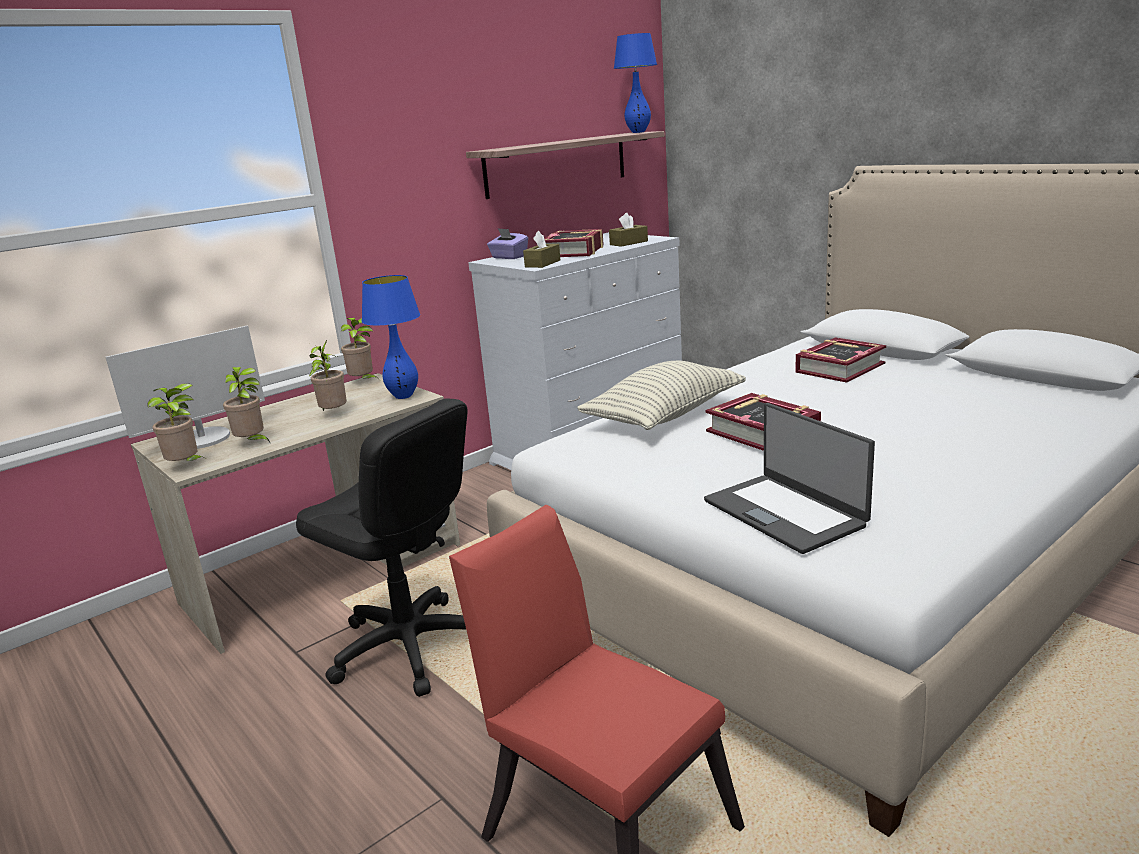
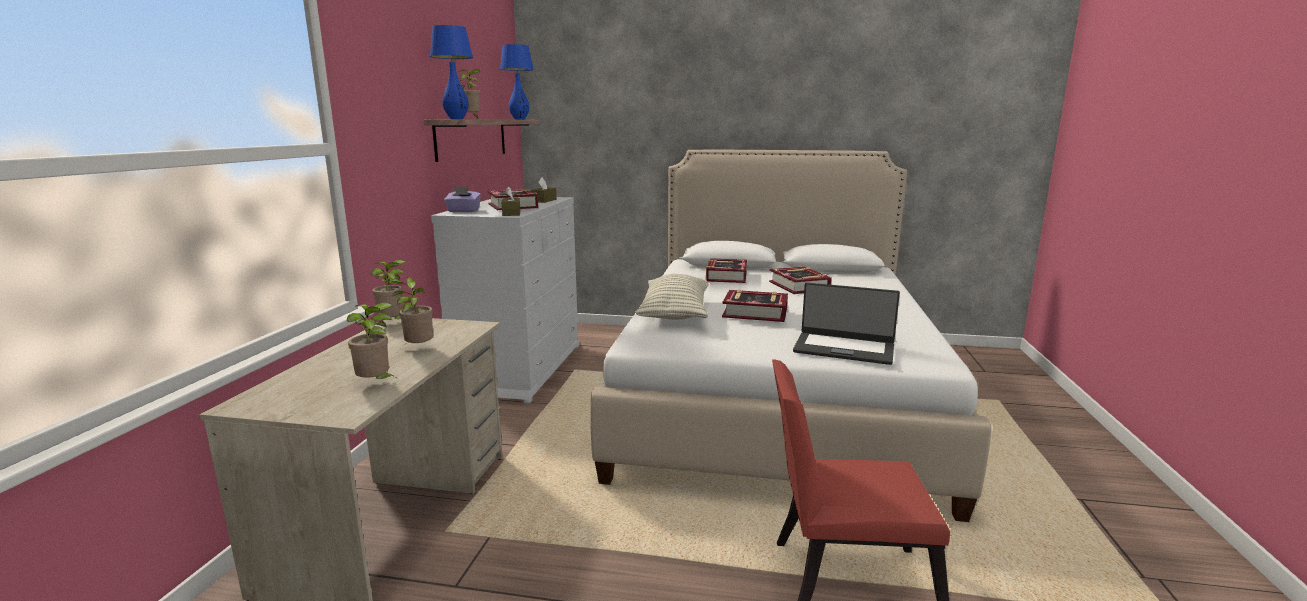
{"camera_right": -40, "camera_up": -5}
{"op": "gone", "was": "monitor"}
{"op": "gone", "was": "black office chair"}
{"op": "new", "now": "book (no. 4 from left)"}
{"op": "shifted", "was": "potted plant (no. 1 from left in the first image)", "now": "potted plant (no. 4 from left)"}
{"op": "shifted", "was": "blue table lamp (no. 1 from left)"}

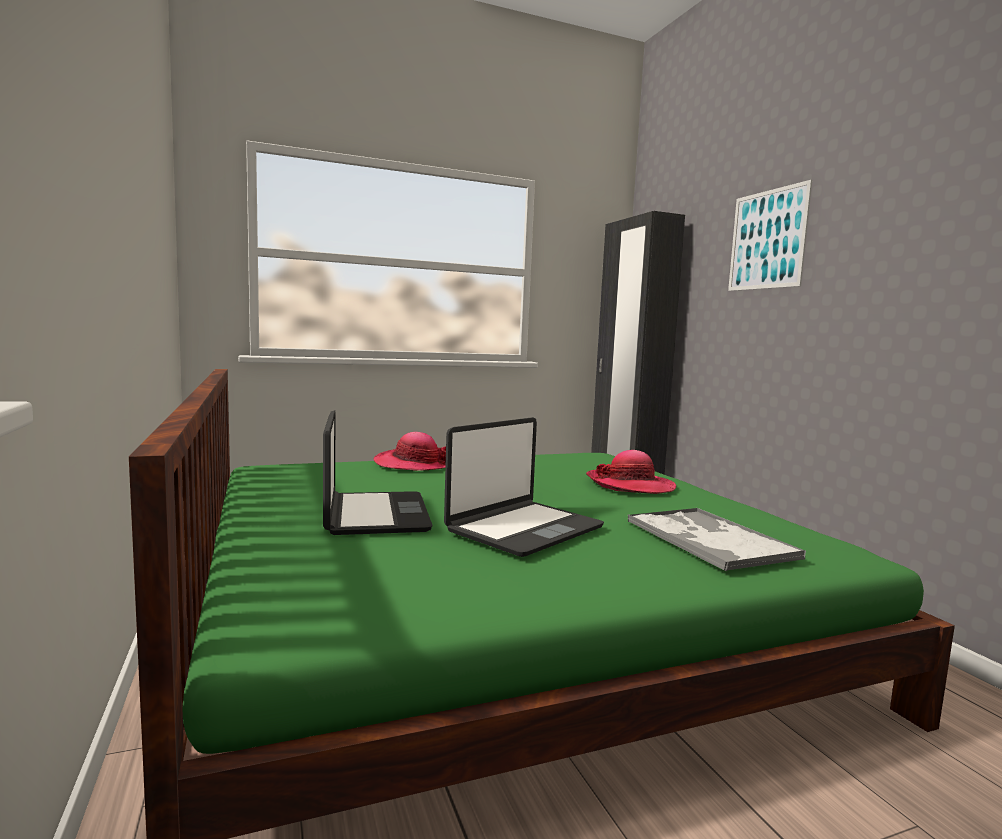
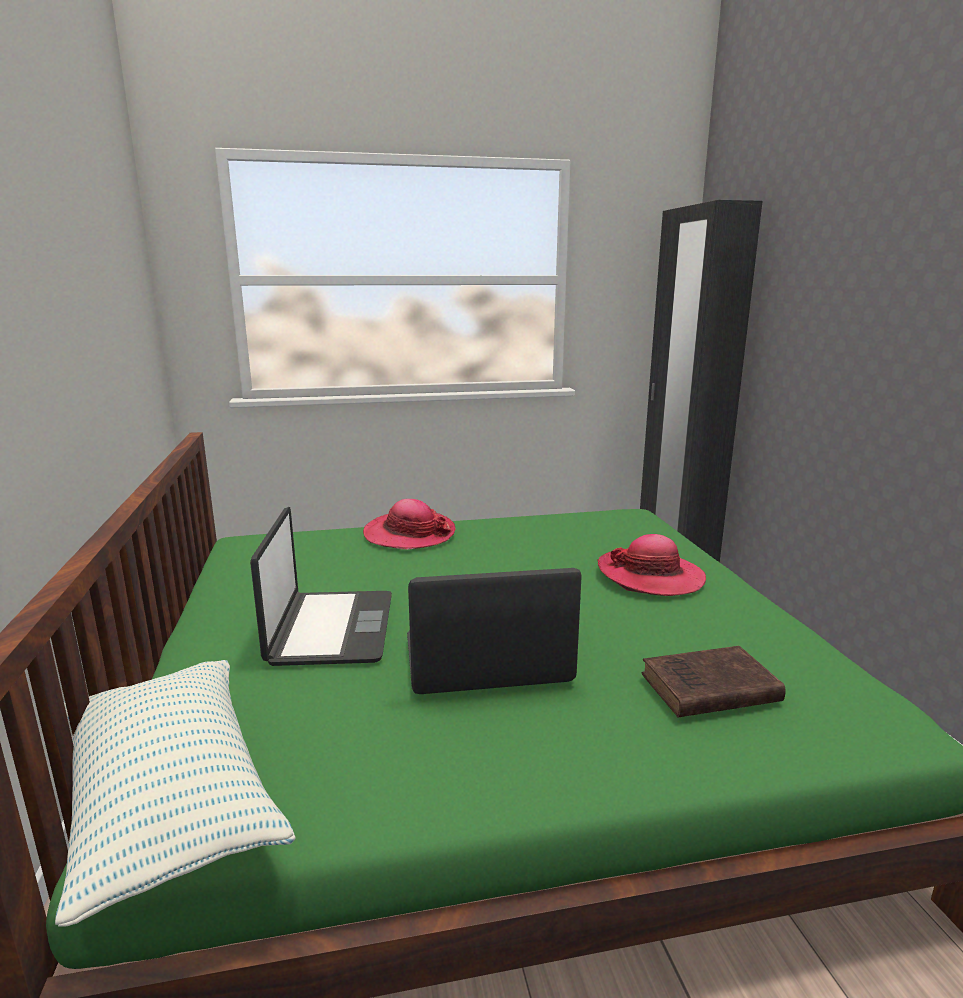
{"camera_right": 10, "camera_up": 10}
{"op": "gone", "was": "picture"}
{"op": "new", "now": "pillow"}
{"op": "swapped", "was": "tray", "now": "brown book"}
{"op": "rotated", "was": "laptop (no. 2 from left)", "clockwise": -150}

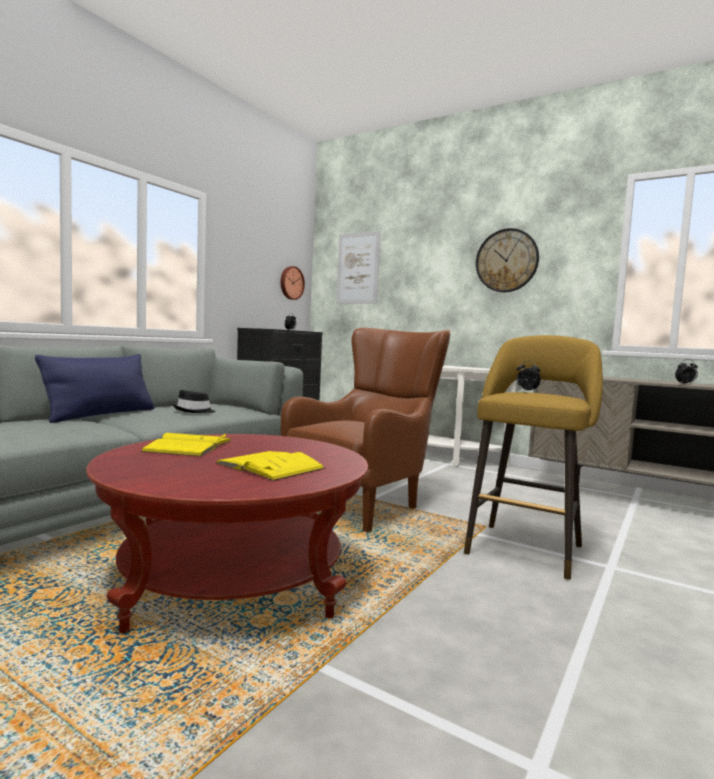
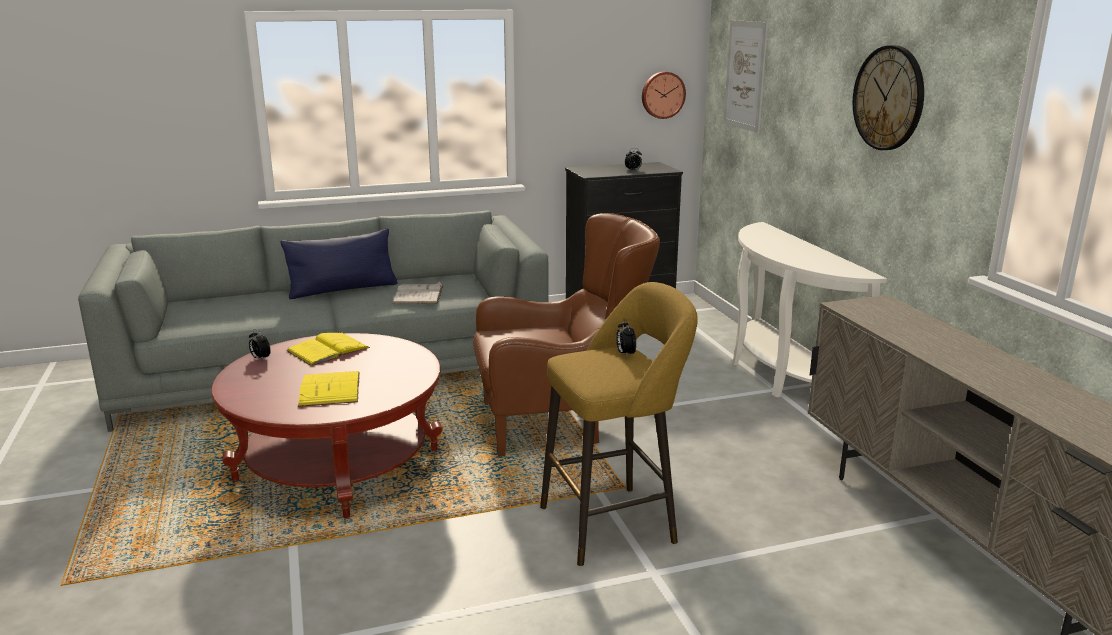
{"camera_right": 40, "camera_up": 15}
{"op": "shifted", "was": "alarm clock (no. 3 from left in the first image)", "now": "alarm clock (no. 1 from left)"}
{"op": "swapped", "was": "black hat", "now": "white book"}

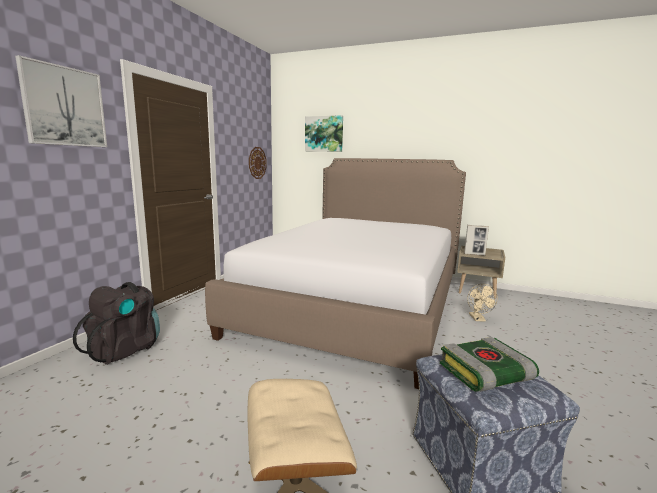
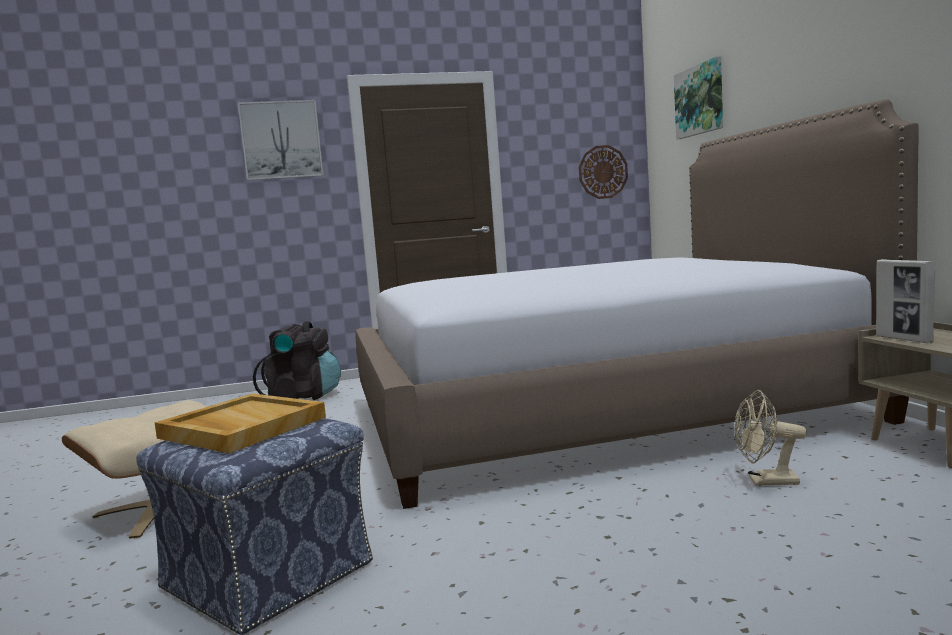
{"camera_right": 55, "camera_up": -5}
{"op": "swapped", "was": "book", "now": "beige tray"}
{"op": "rotated", "was": "beige fan", "clockwise": 45}

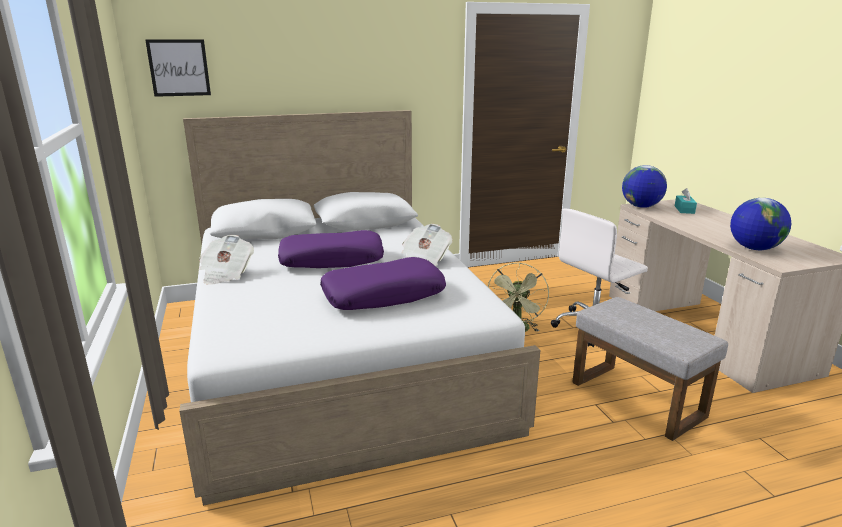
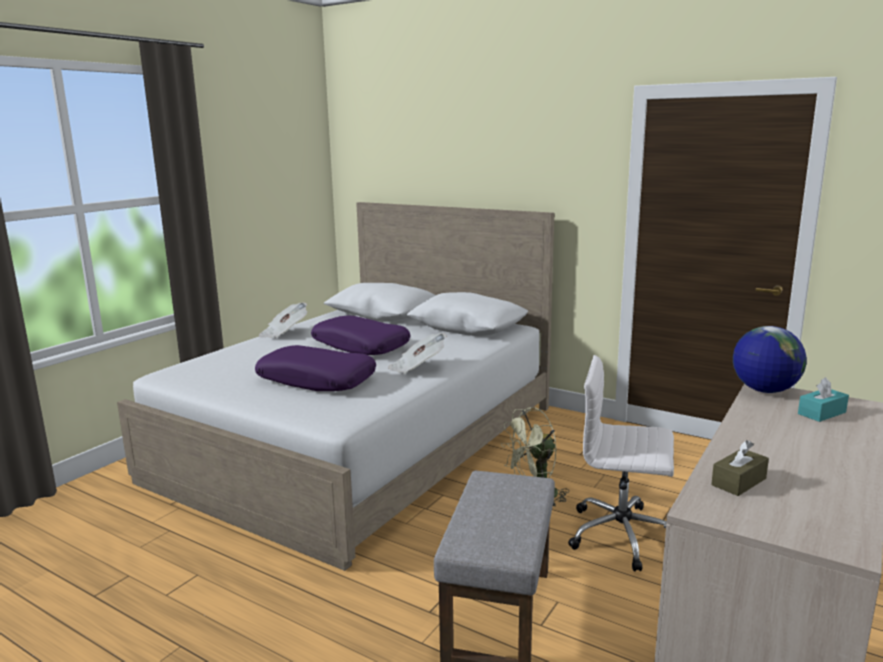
{"camera_right": 50, "camera_up": -5}
{"op": "gone", "was": "picture"}
{"op": "swapped", "was": "globe (no. 2 from left)", "now": "brown tissue box"}

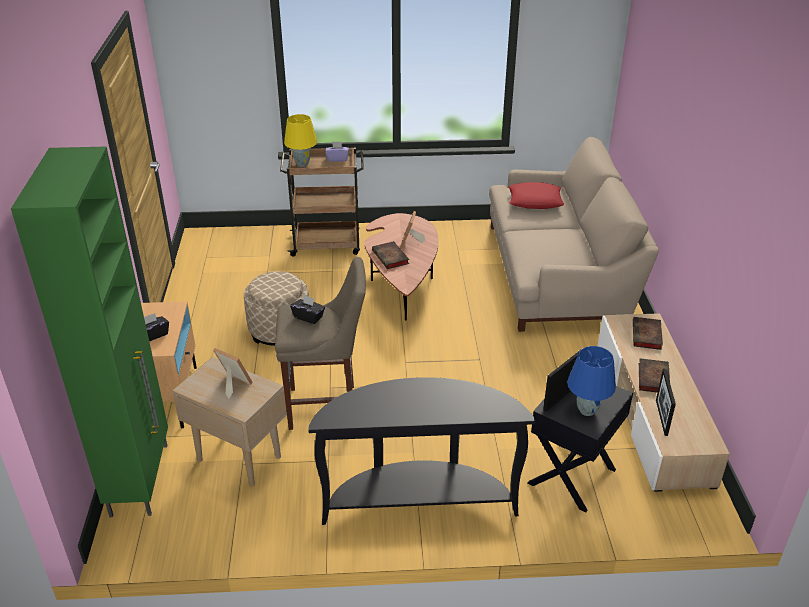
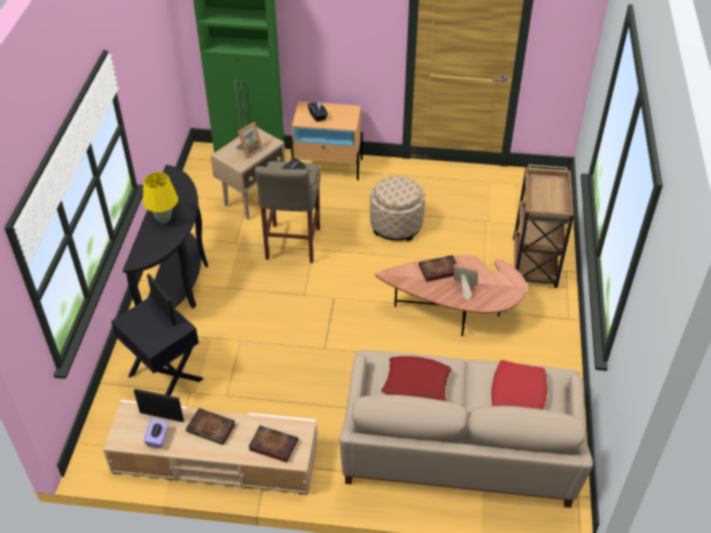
{"camera_right": 100, "camera_up": 10}
{"op": "gone", "was": "blue table lamp"}
{"op": "new", "now": "red pillow (no. 1 from left)"}
{"op": "shifted", "was": "yellow table lamp"}
{"op": "shifted", "was": "purple tissue box"}

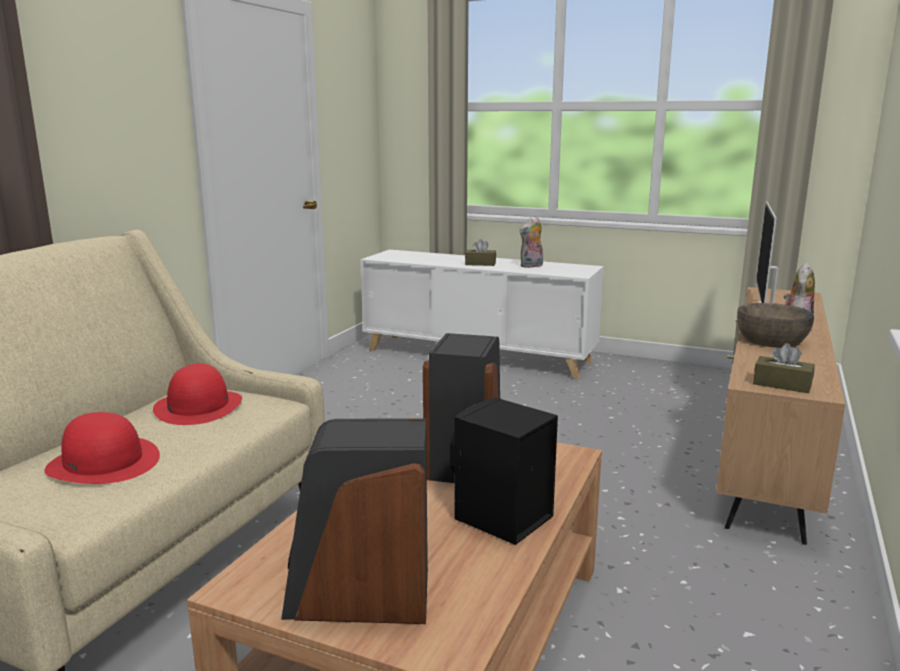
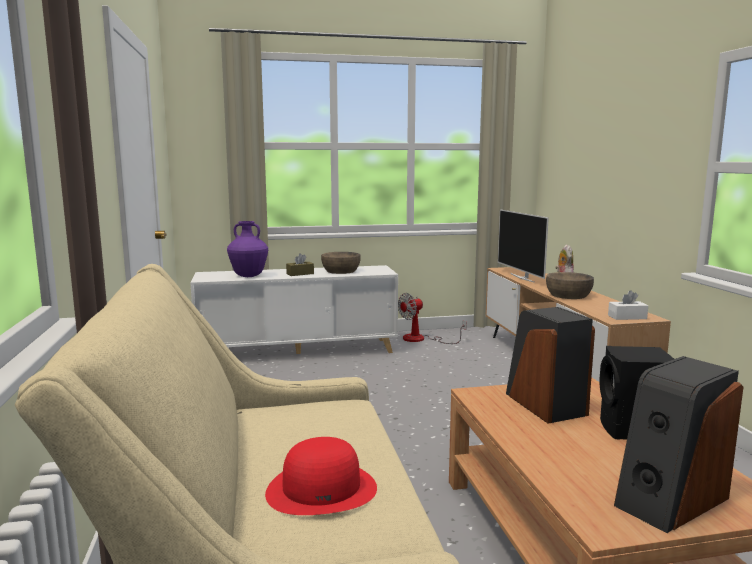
{"camera_right": -35, "camera_up": -5}
{"op": "gone", "was": "red hat (no. 2 from left)"}
{"op": "new", "now": "purple vase"}
{"op": "new", "now": "fan"}
{"op": "swapped", "was": "plush toy (no. 1 from left)", "now": "brown bowl (no. 1 from left)"}
{"op": "repainted", "was": "brown tissue box (no. 2 from left)", "now": "white tissue box"}

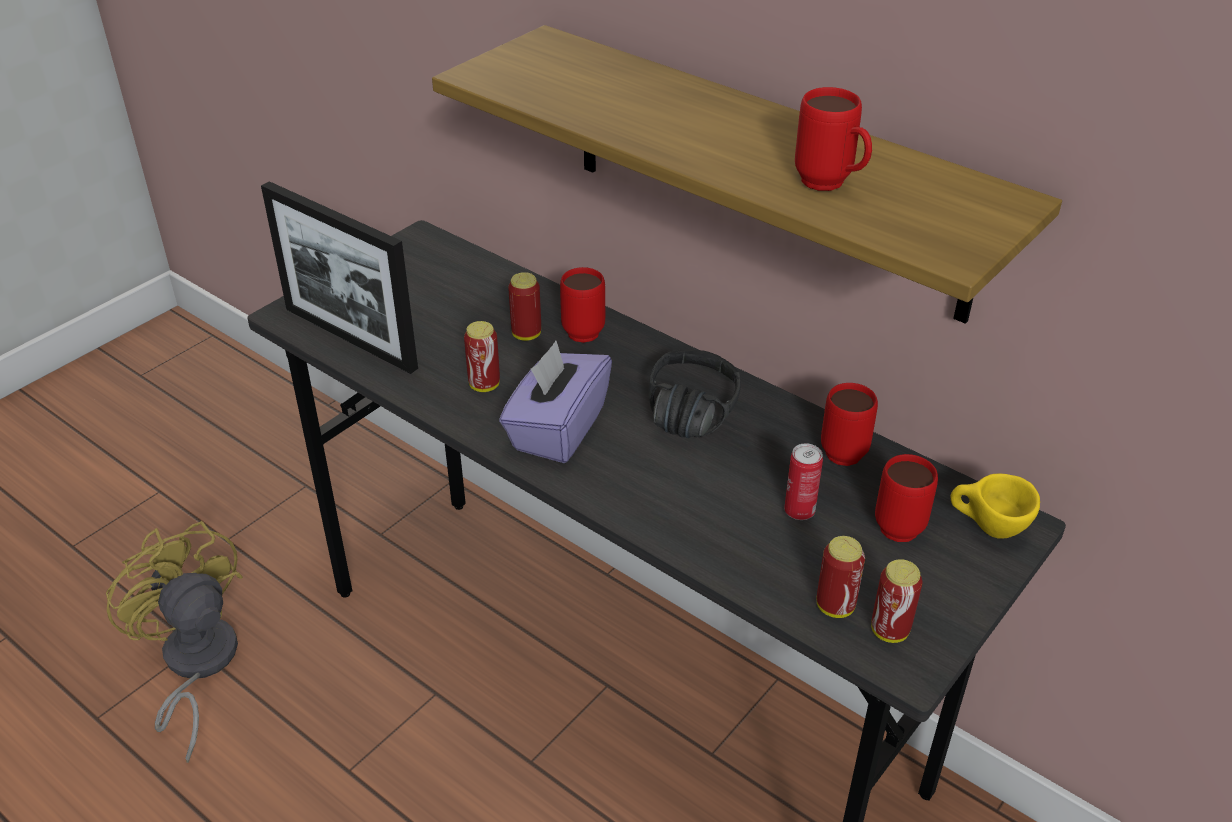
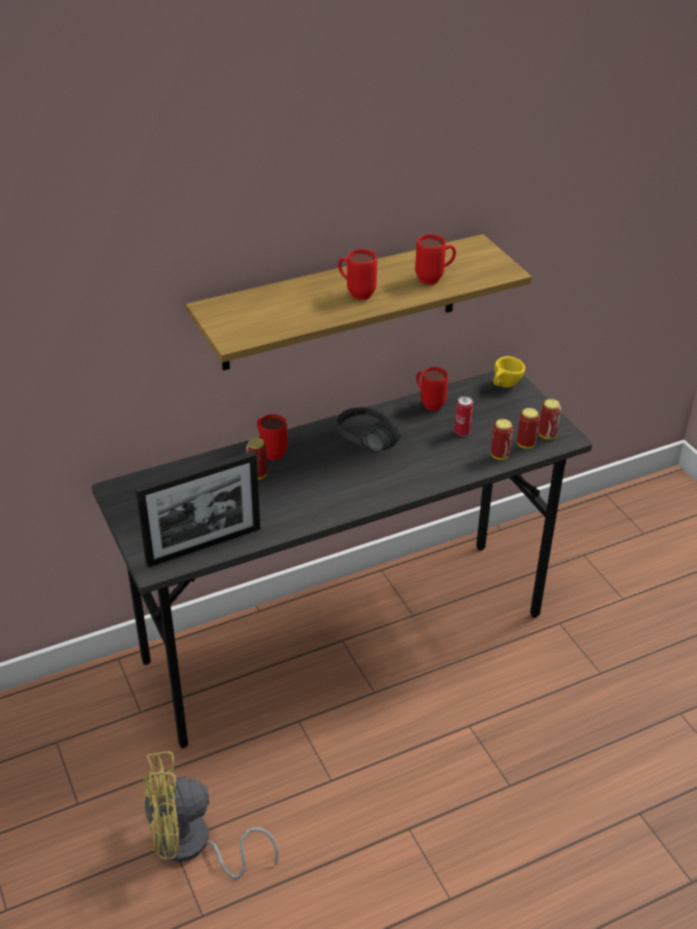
{"camera_right": -65, "camera_up": 0}
{"op": "gone", "was": "purple tissue box"}
{"op": "shifted", "was": "can (no. 1 from left in the first image)", "now": "can (no. 3 from left)"}
{"op": "shifted", "was": "red mug (no. 4 from left in the first image)", "now": "red mug (no. 2 from left)"}

